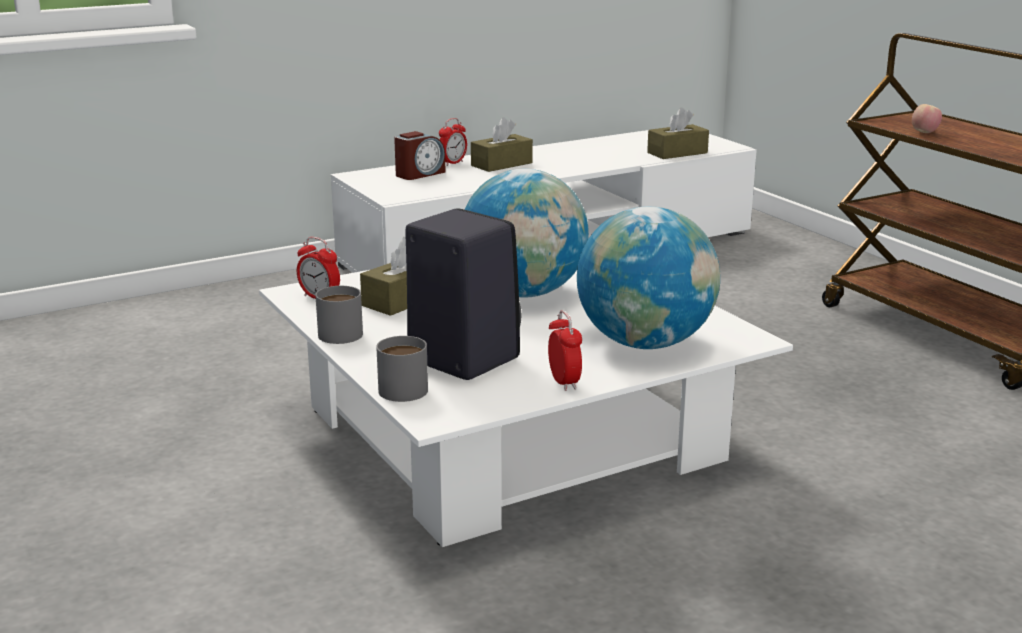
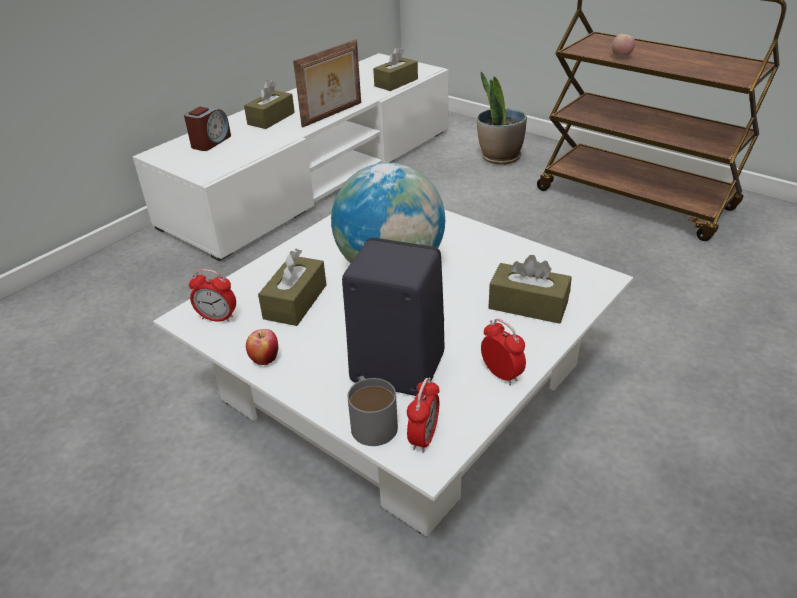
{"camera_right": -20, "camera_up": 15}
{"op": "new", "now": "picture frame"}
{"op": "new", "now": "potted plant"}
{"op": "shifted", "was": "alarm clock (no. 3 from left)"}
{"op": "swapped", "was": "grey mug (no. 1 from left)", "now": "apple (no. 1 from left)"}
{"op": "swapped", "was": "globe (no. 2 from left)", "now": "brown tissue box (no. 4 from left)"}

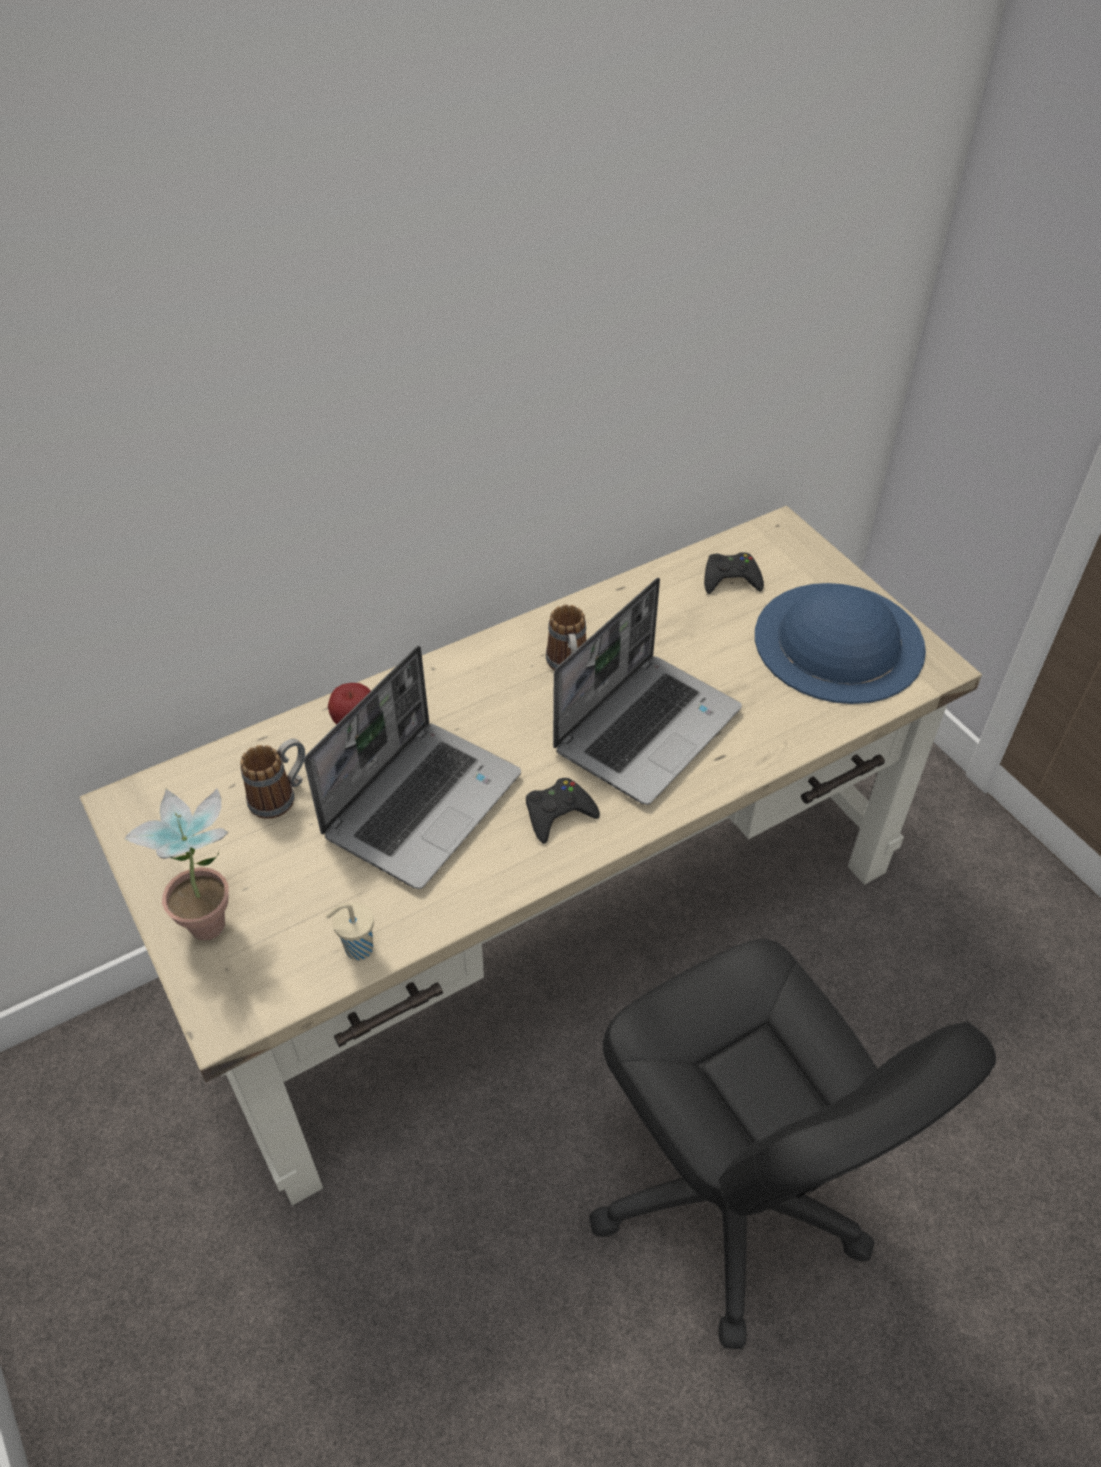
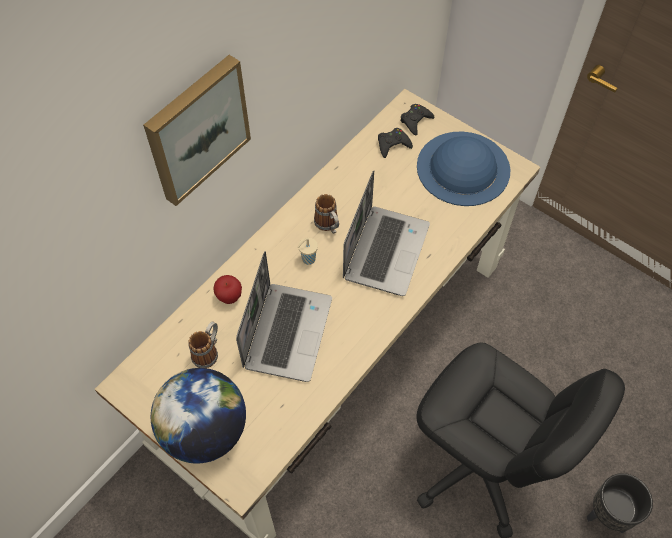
{"camera_right": -20, "camera_up": 10}
{"op": "new", "now": "picture"}
{"op": "new", "now": "black planter"}
{"op": "shifted", "was": "beige cup"}
{"op": "shifted", "was": "black game controller (no. 1 from left in the first image)", "now": "black game controller (no. 2 from left)"}
{"op": "swapped", "was": "potted plant", "now": "globe"}

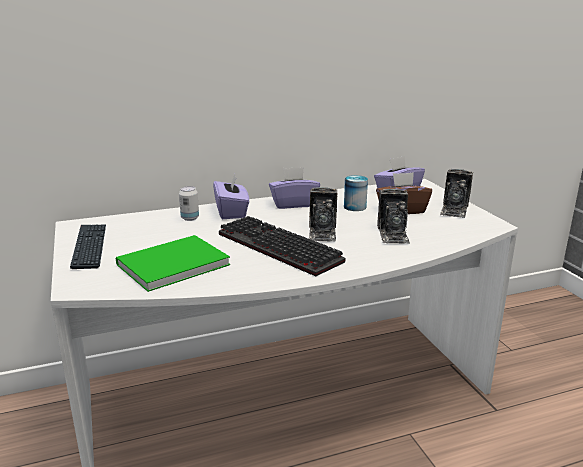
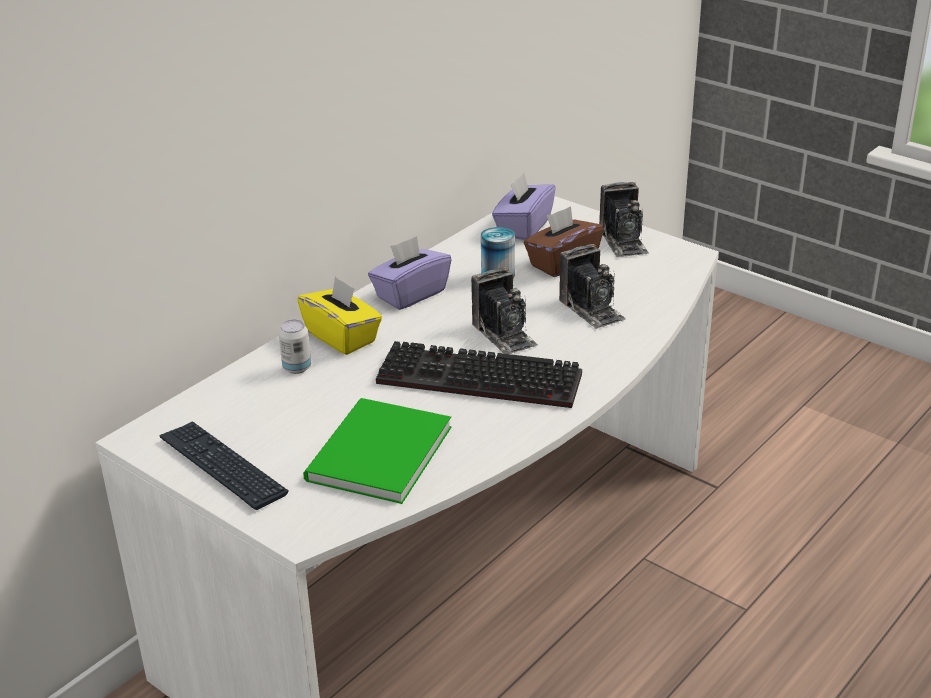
{"camera_right": -30, "camera_up": 10}
{"op": "repainted", "was": "purple tissue box (no. 1 from left)", "now": "yellow tissue box"}

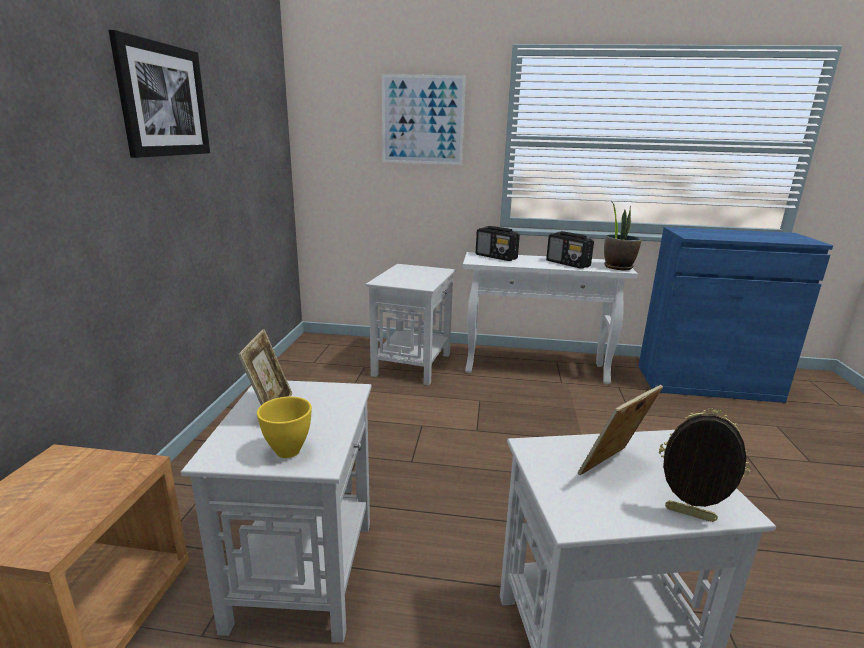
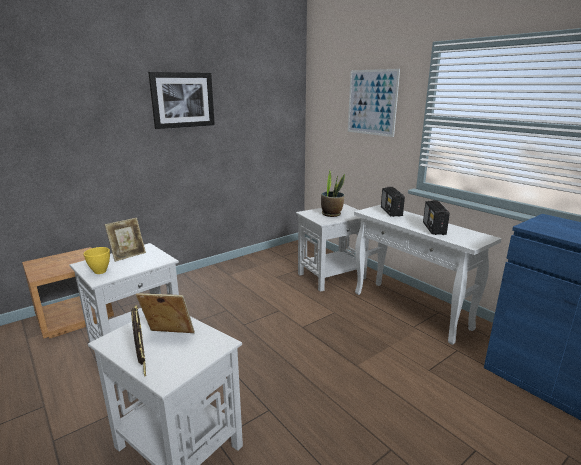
{"camera_right": 45, "camera_up": 0}
{"op": "shifted", "was": "potted plant"}

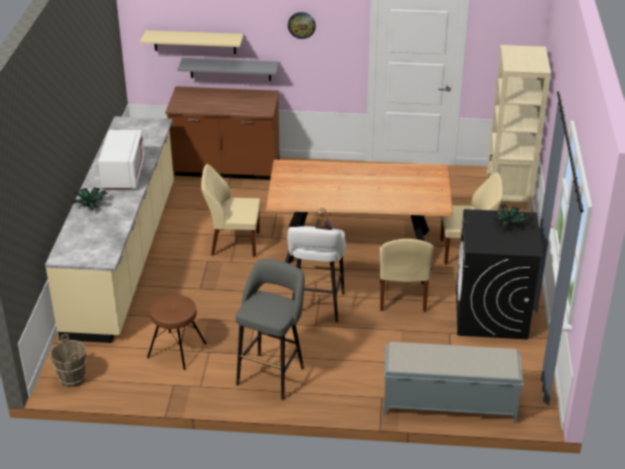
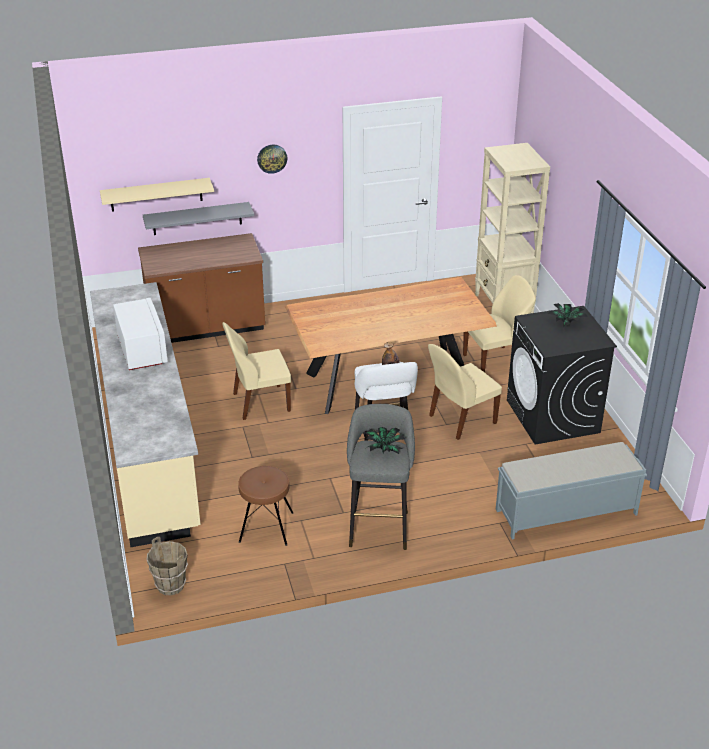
{"camera_right": -20, "camera_up": 0}
{"op": "shifted", "was": "potted plant (no. 1 from left)"}
{"op": "rotated", "was": "beige chair (no. 2 from left)", "clockwise": 75}

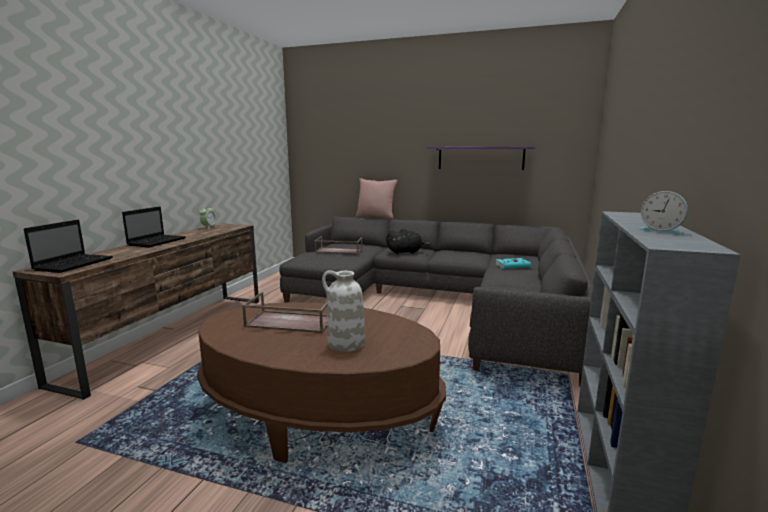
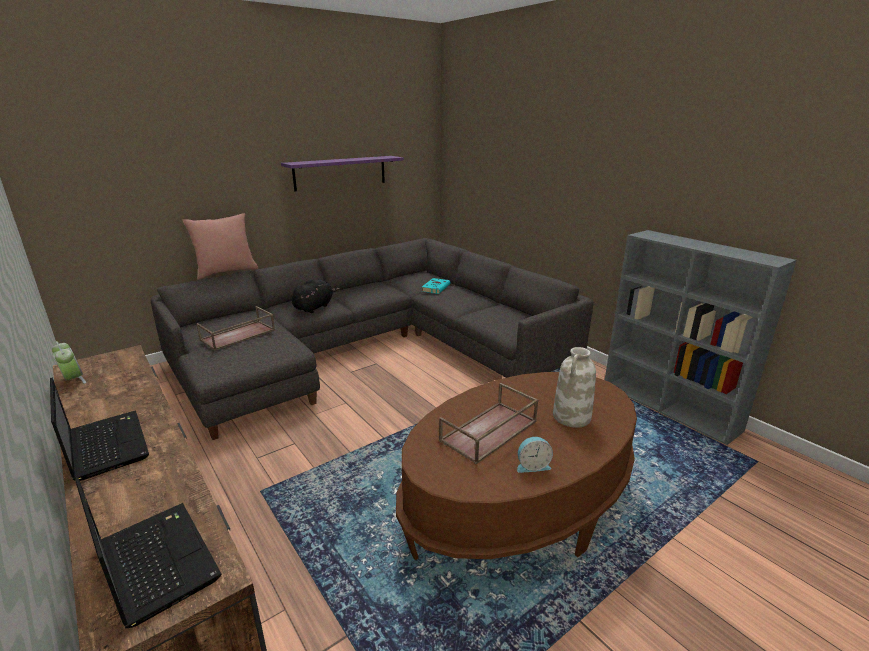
{"camera_right": -55, "camera_up": 10}
{"op": "shifted", "was": "alarm clock (no. 2 from left)"}

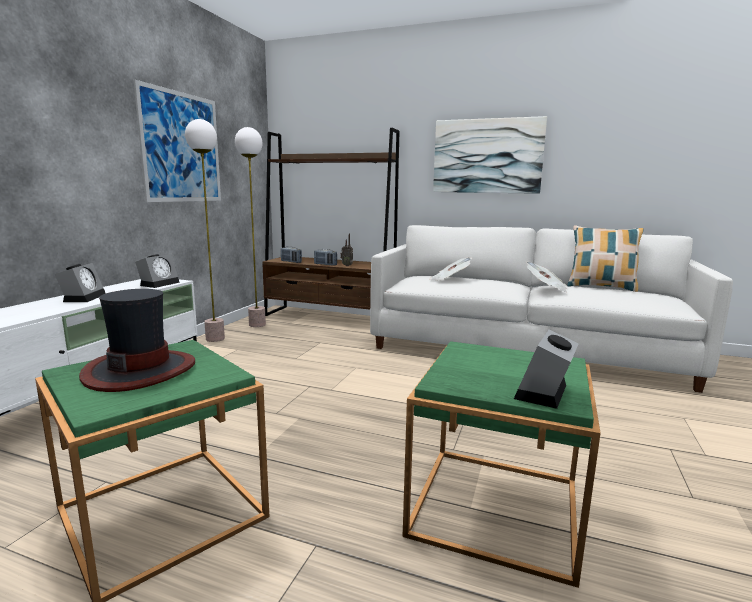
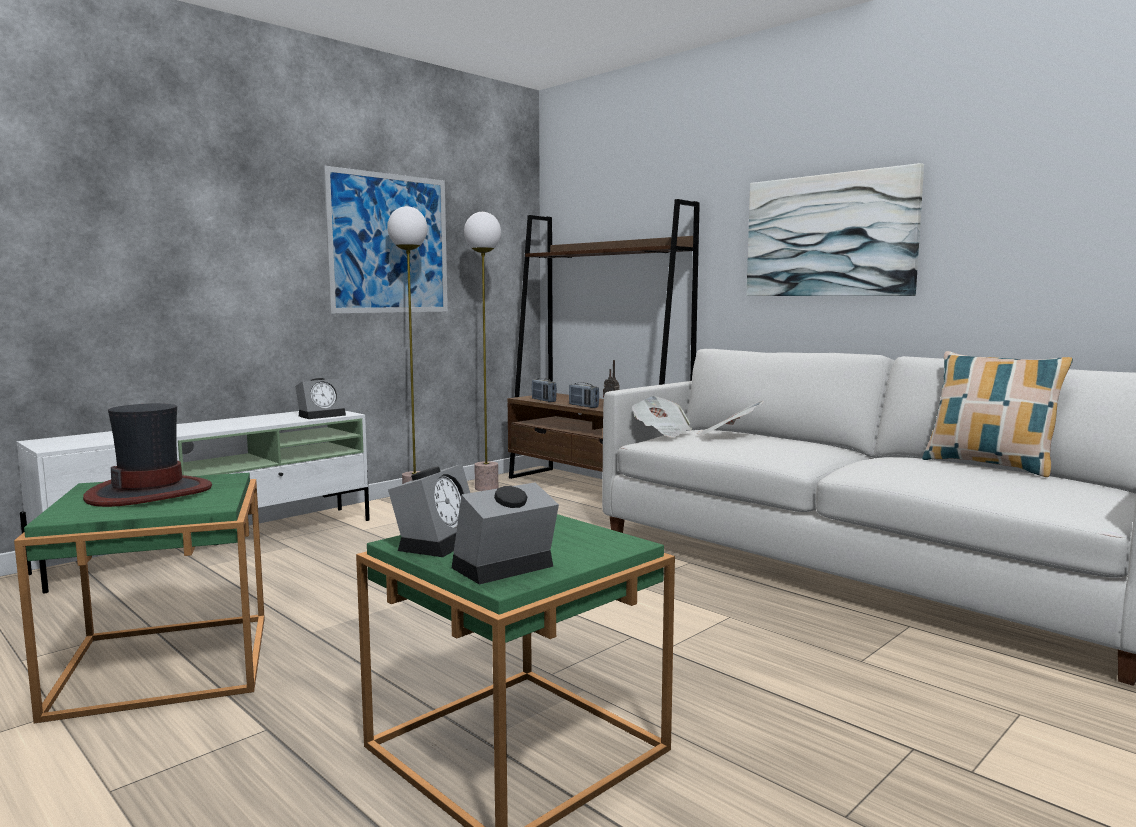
{"camera_right": 25, "camera_up": -5}
{"op": "shifted", "was": "alarm clock (no. 1 from left in the first image)", "now": "alarm clock (no. 2 from left)"}
{"op": "shifted", "was": "newspaper (no. 2 from left in the first image)", "now": "newspaper (no. 1 from left)"}

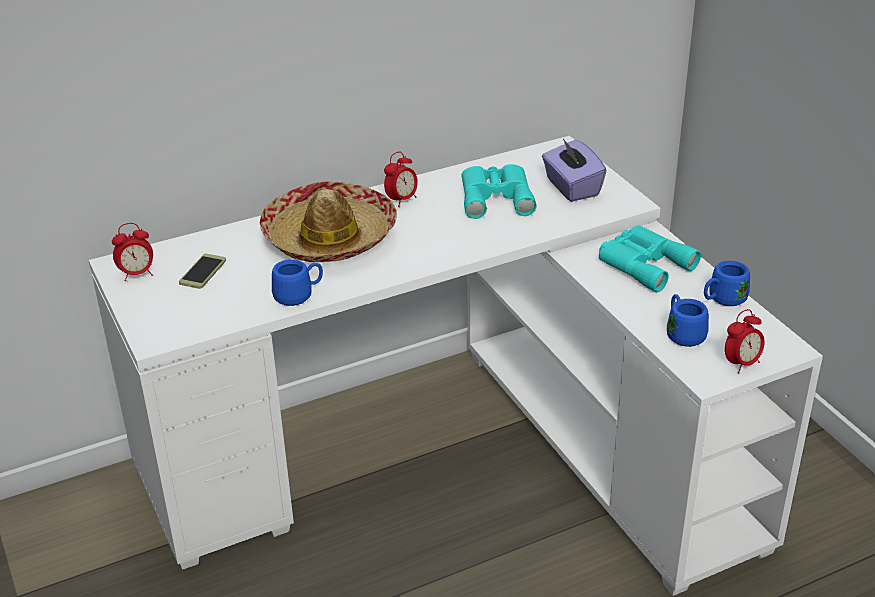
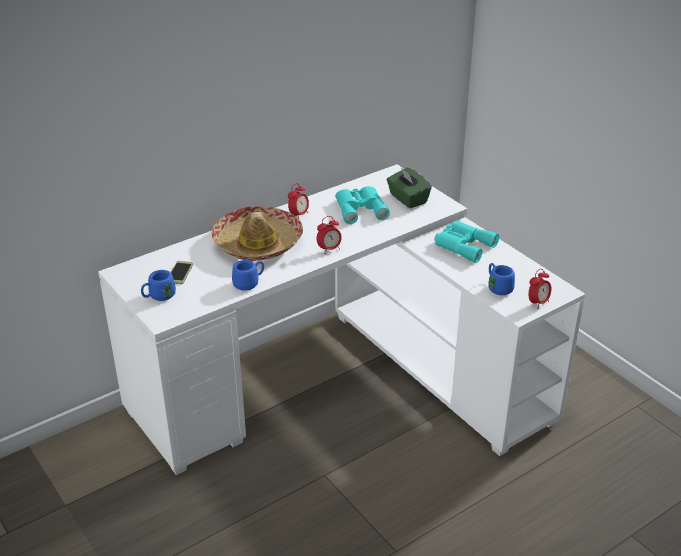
{"camera_right": -10, "camera_up": 0}
{"op": "shifted", "was": "alarm clock (no. 1 from left in the first image)", "now": "alarm clock (no. 2 from left)"}
{"op": "shifted", "was": "blue mug (no. 3 from left in the first image)", "now": "blue mug (no. 1 from left)"}
{"op": "repainted", "was": "purple tissue box", "now": "green tissue box"}

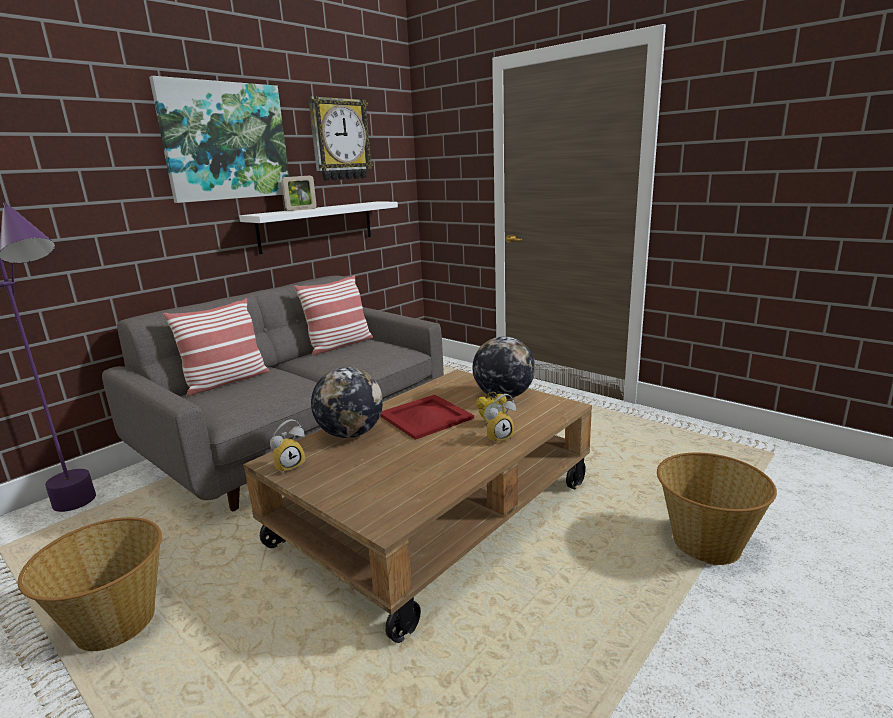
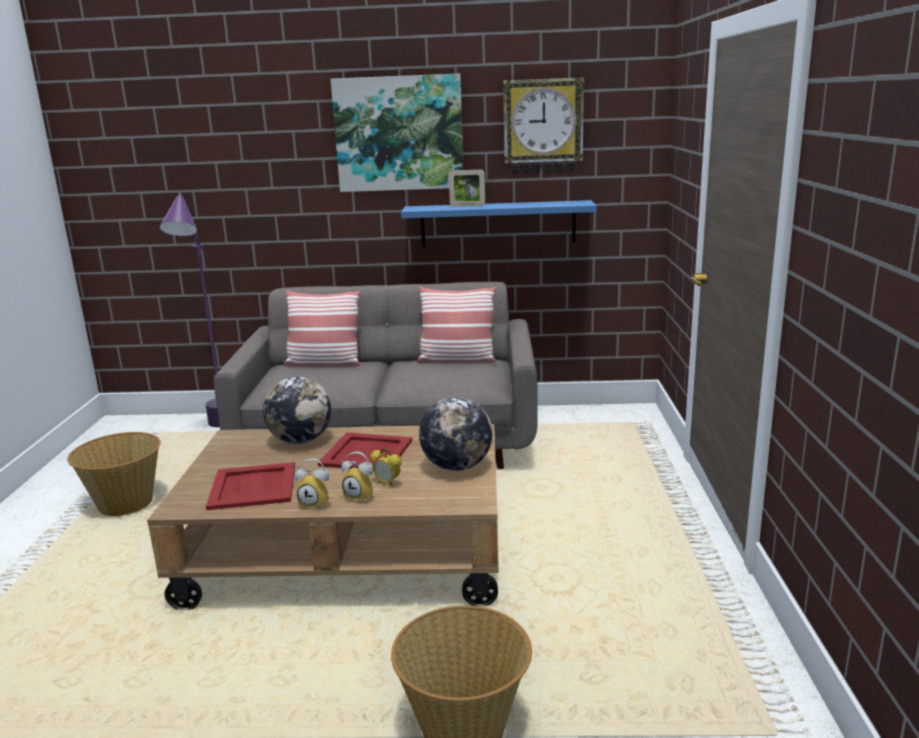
{"camera_right": 50, "camera_up": 0}
{"op": "new", "now": "red tray (no. 1 from left)"}
{"op": "shifted", "was": "alarm clock (no. 1 from left)"}
{"op": "repainted", "was": "white shelf", "now": "blue shelf"}

